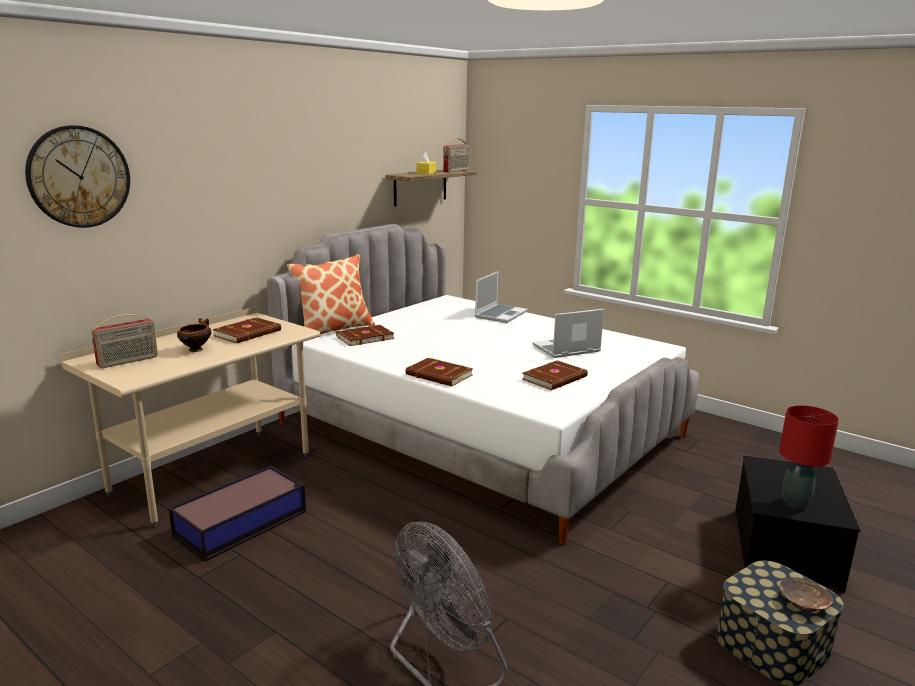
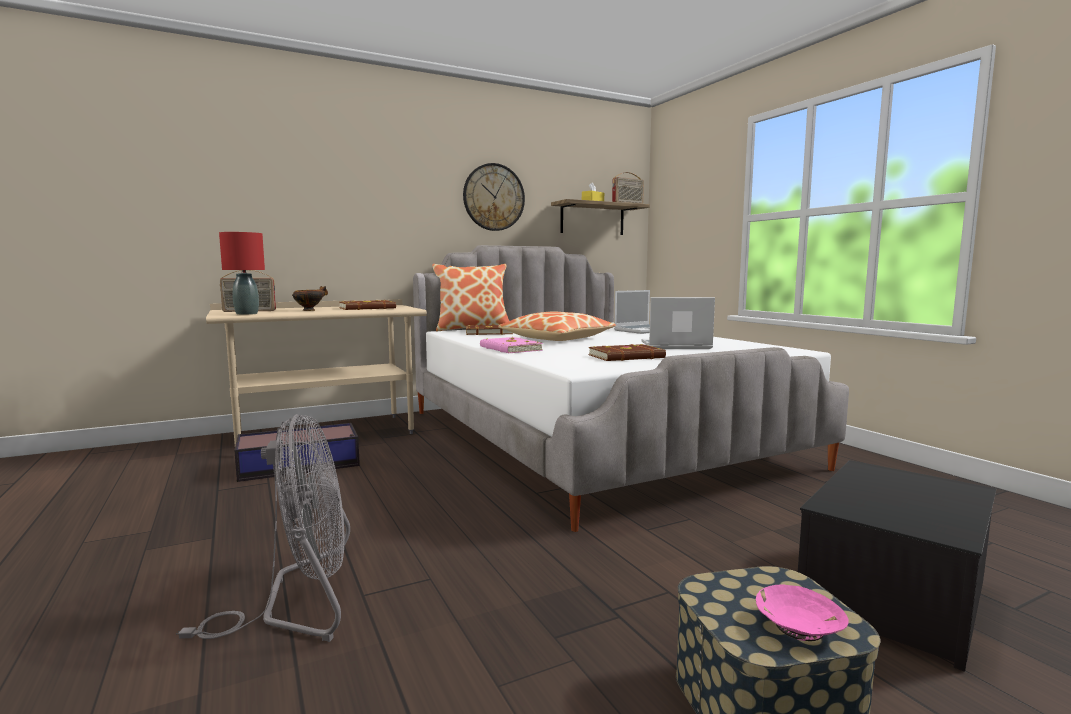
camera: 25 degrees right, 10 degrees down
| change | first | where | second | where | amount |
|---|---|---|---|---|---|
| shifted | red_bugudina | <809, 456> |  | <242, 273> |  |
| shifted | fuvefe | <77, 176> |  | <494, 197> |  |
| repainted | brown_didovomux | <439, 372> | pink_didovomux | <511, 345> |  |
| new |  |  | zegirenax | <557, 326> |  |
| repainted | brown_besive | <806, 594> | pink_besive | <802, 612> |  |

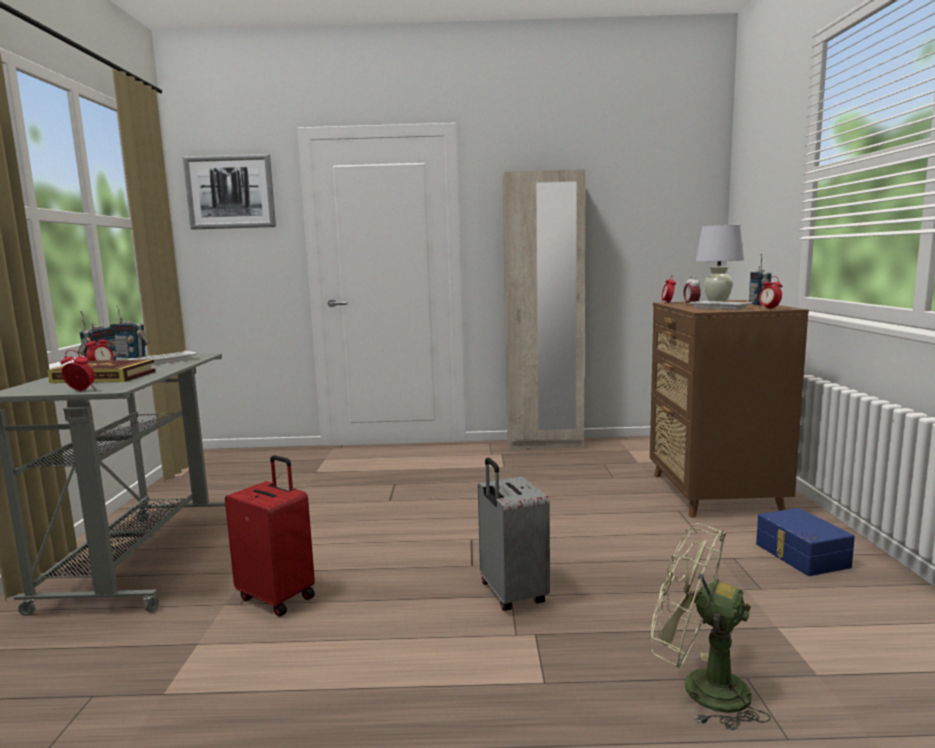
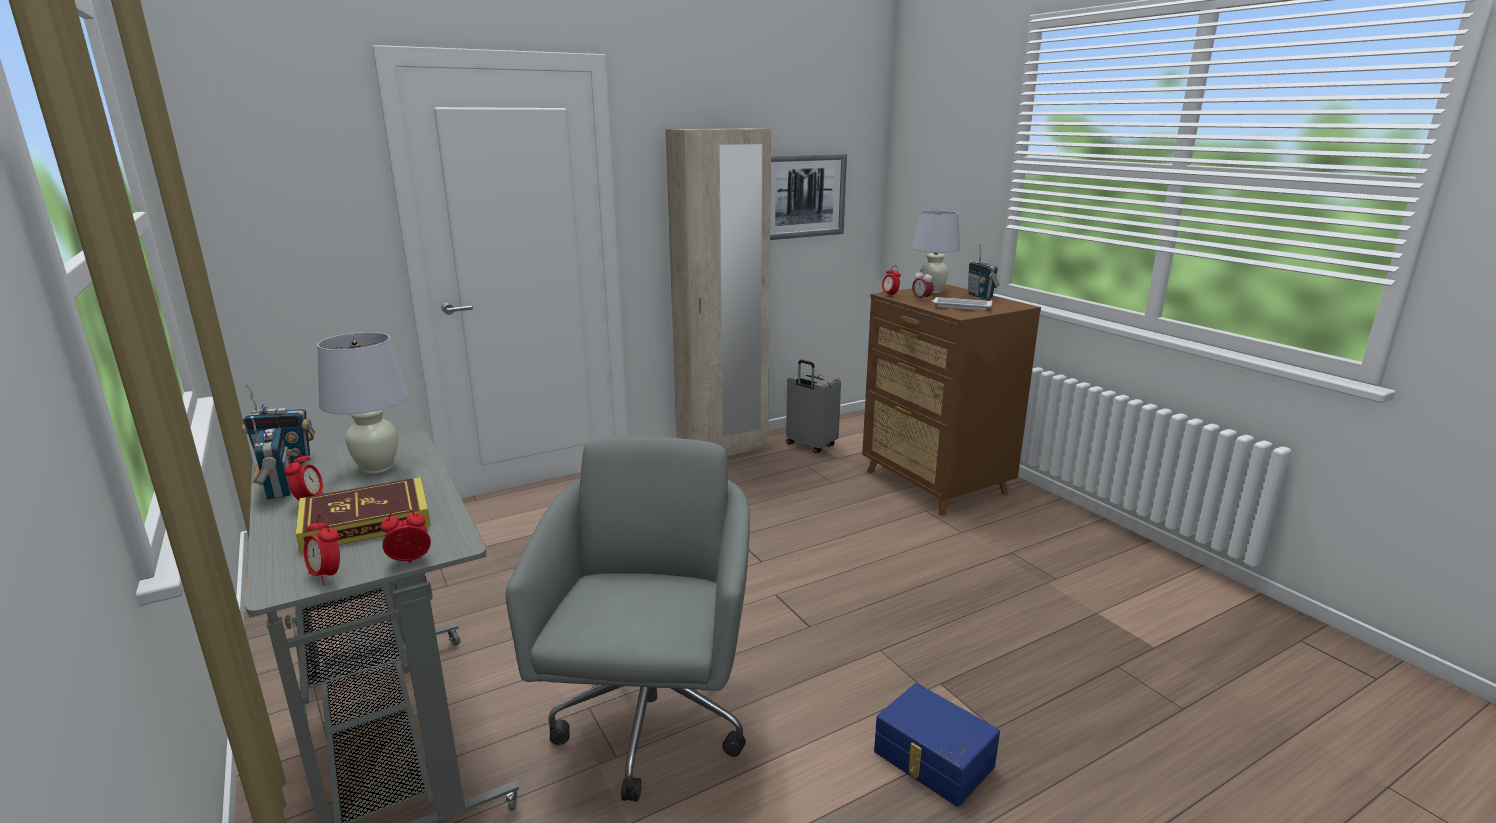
camera: 30 degrees left, 10 degrees up
| change | first | where | second | where | amount |
|---|---|---|---|---|---|
| shifted | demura | <771, 293> |  | <322, 549> |  |
| swapped | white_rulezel | <162, 358> | white_bugudina | <363, 403> |  |
| swapped | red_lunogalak | <270, 536> | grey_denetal | <628, 619> |  |
| shifted | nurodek | <229, 191> |  | <808, 197> |  |
| shifted | grey_lunogalak | <514, 534> |  | <813, 406> |  |
| shifted | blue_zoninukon | <805, 542> |  | <937, 745> |  |
| gone | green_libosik | <711, 626> |  |  |  |

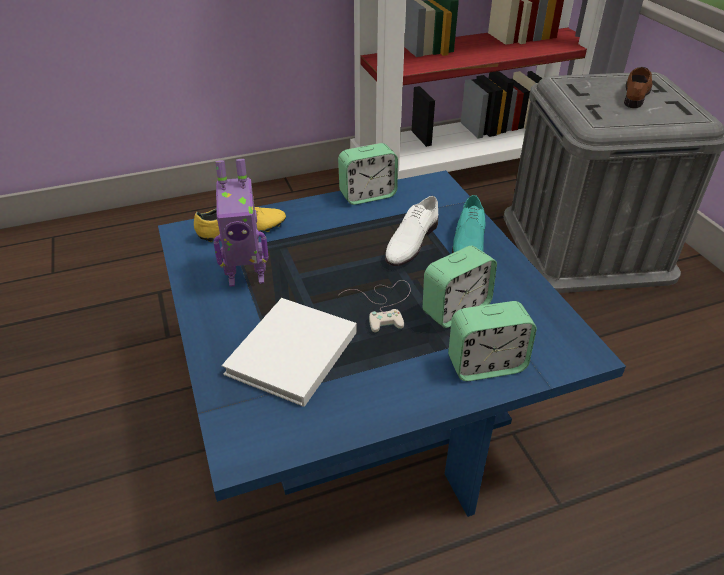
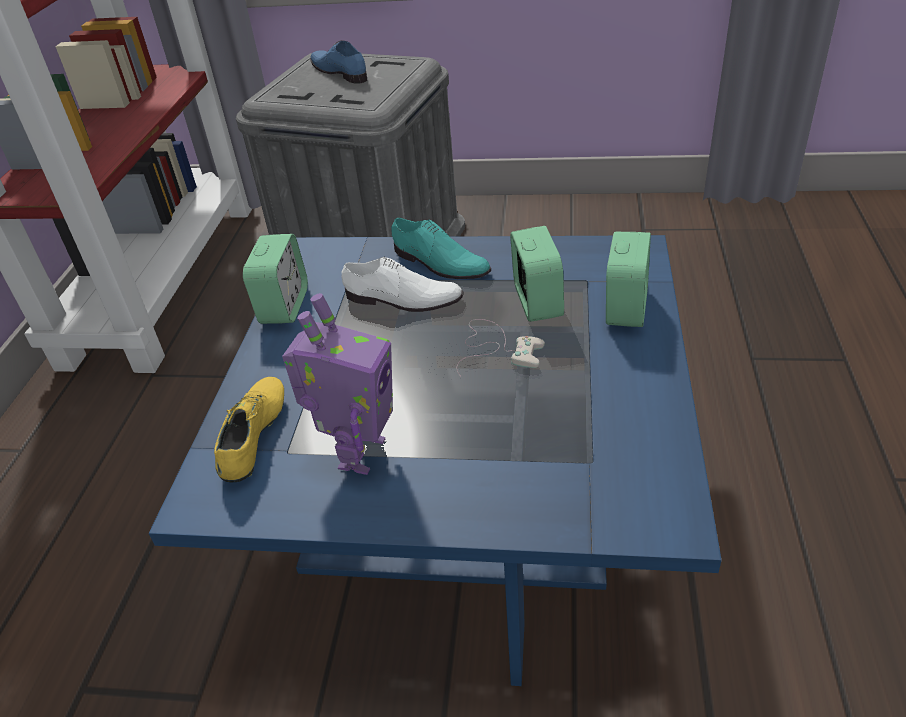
camera: 60 degrees left, 0 degrees up
| change | first | where | second | where | amount |
|---|---|---|---|---|---|
| repainted | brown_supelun | <638, 87> | blue_supelun | <338, 61> |  |
| rotated | white_supelun | <411, 231> |  | <403, 284> | 45 degrees counterclockwise |
| gone | white_didovomux | <289, 352> |  |  |  |

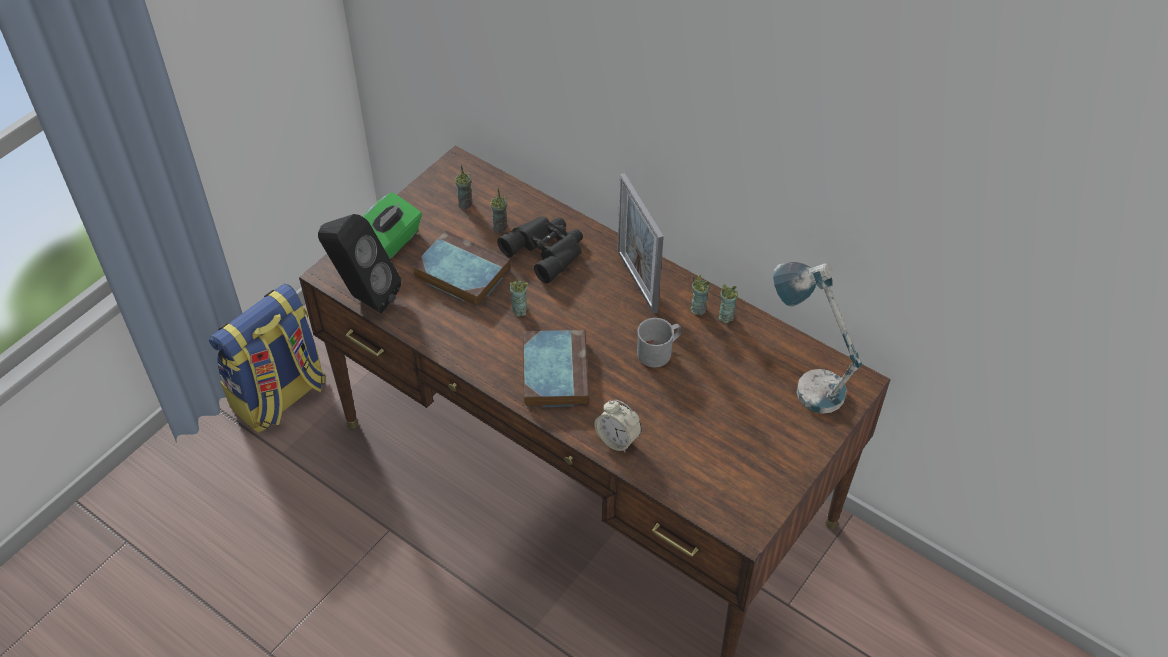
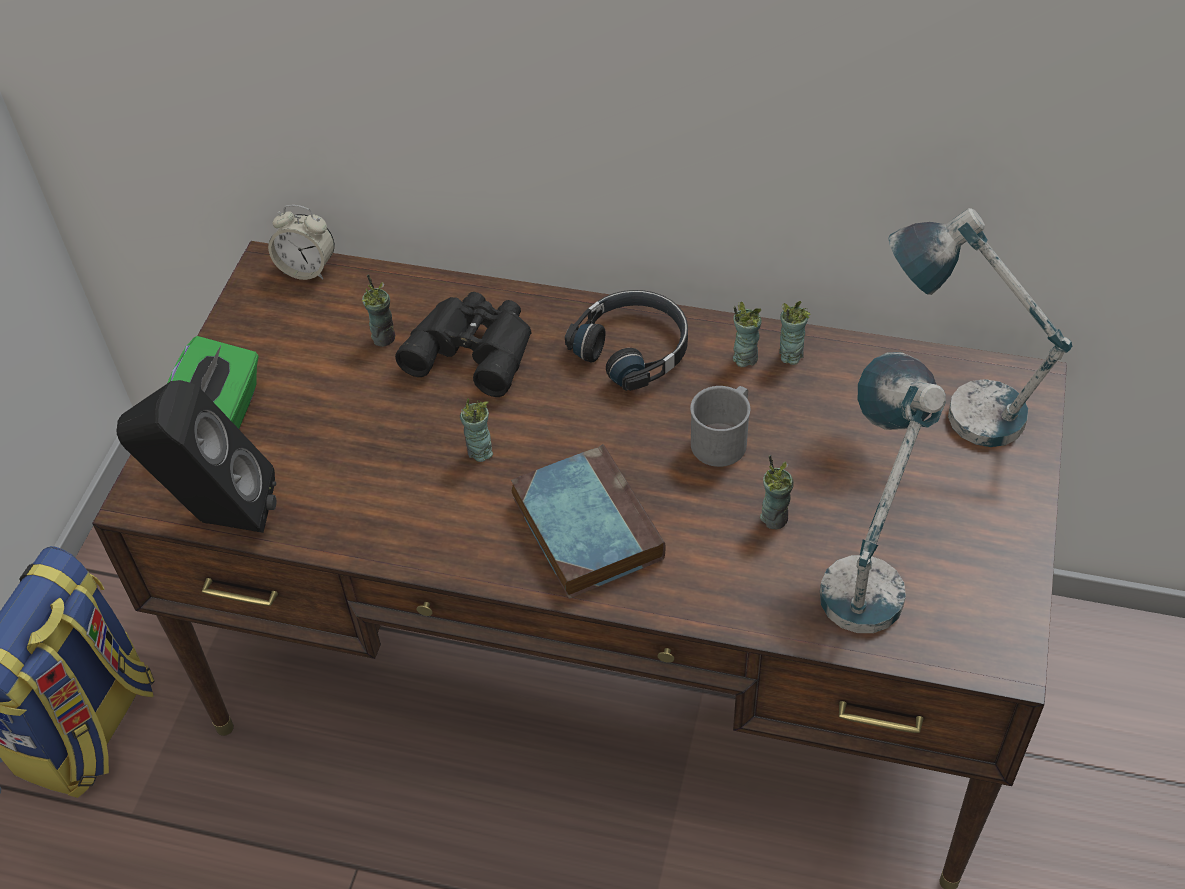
camera: 20 degrees left, 0 degrees up
| change | first | where | second | where | amount |
|---|---|---|---|---|---|
| shifted | demura | <618, 426> |  | <301, 242> |  |
| swapped | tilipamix | <640, 243> | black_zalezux | <626, 340> |  |
| shifted | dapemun | <463, 187> |  | <777, 492> |  |
| new |  |  | bugudina | <883, 492> |  |
| gone | didovomux | <461, 269> |  |  |  |

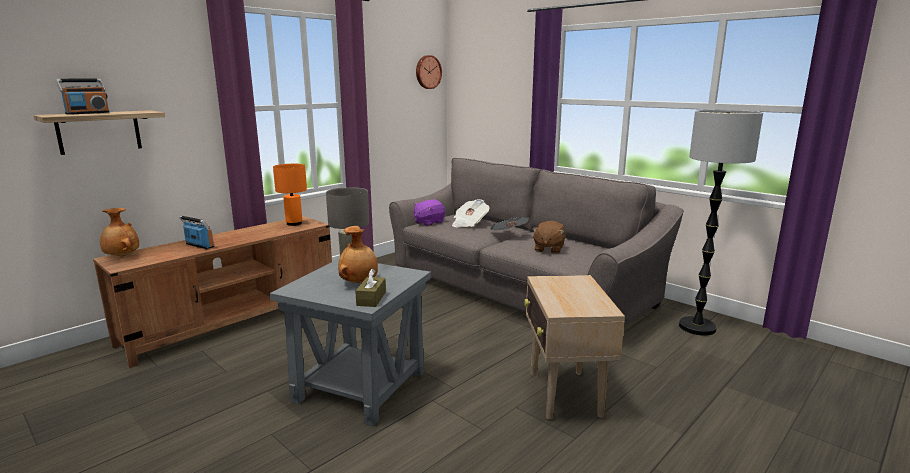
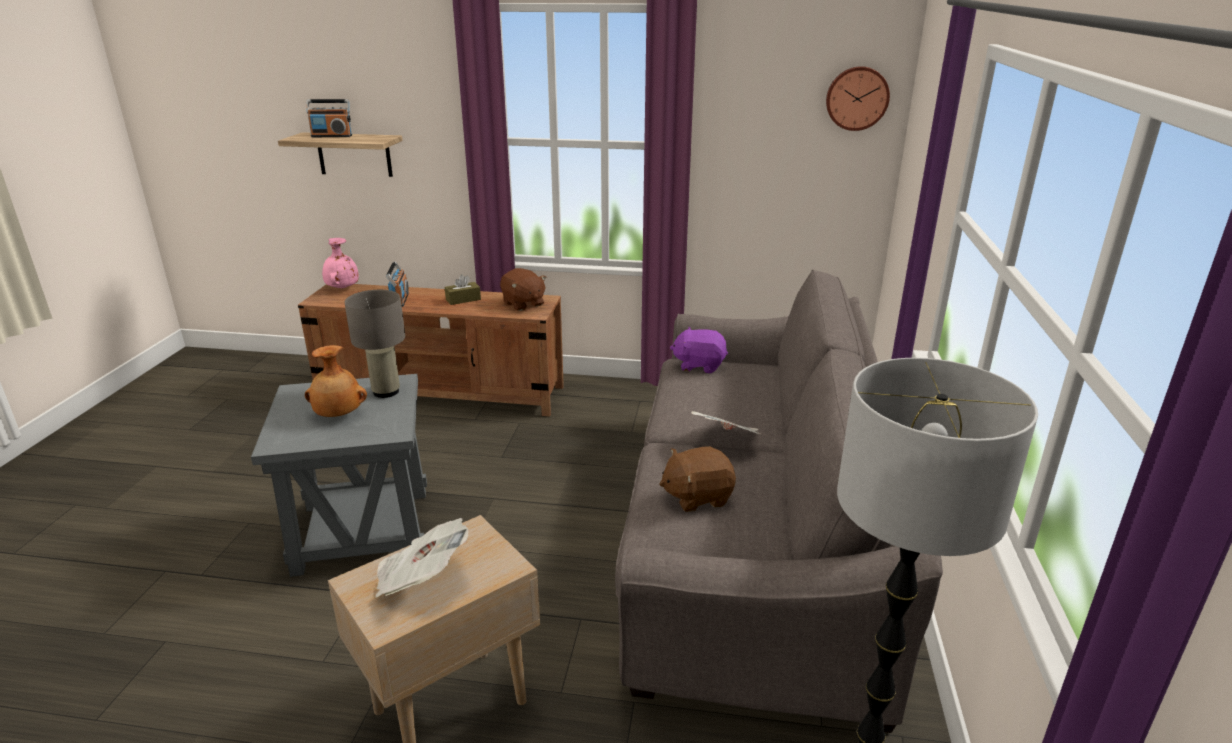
camera: 55 degrees right, 10 degrees up
| change | first | where | second | where | amount |
|---|---|---|---|---|---|
| repainted | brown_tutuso | <119, 232> | pink_tutuso | <340, 263> |  |
| shifted | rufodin | <471, 213> |  | <422, 558> |  |
| shifted | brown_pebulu | <370, 288> |  | <463, 289> |  |
| swapped | orange_bugudina | <290, 195> | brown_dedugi | <523, 289> |  |

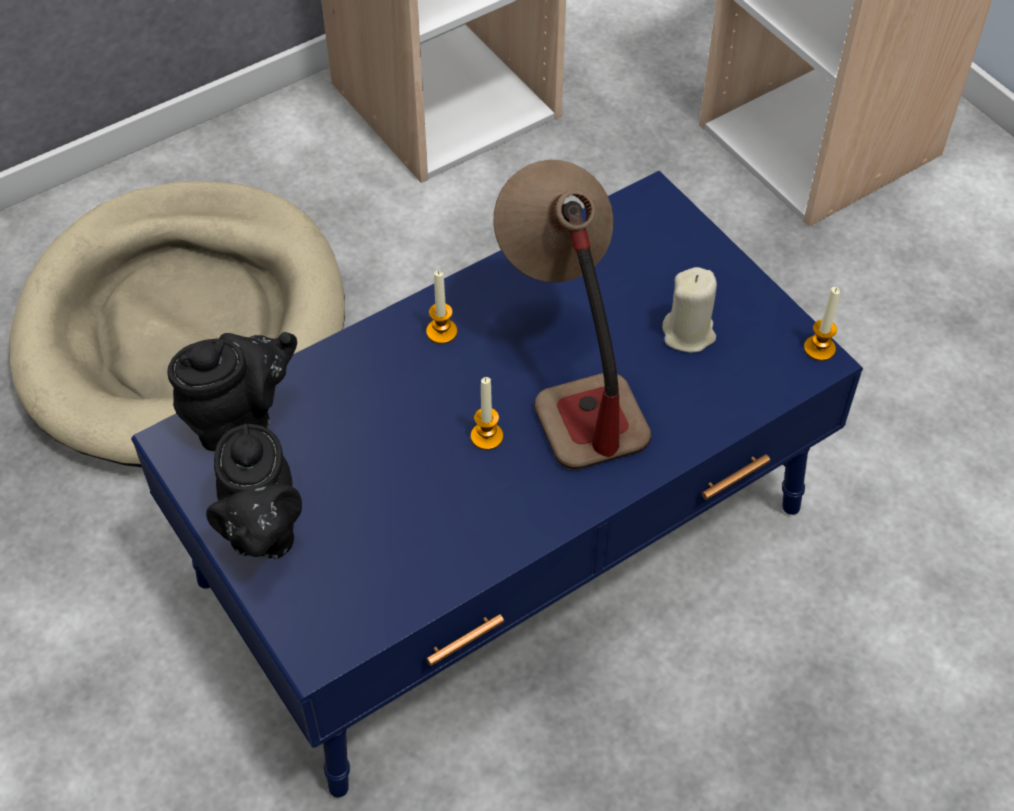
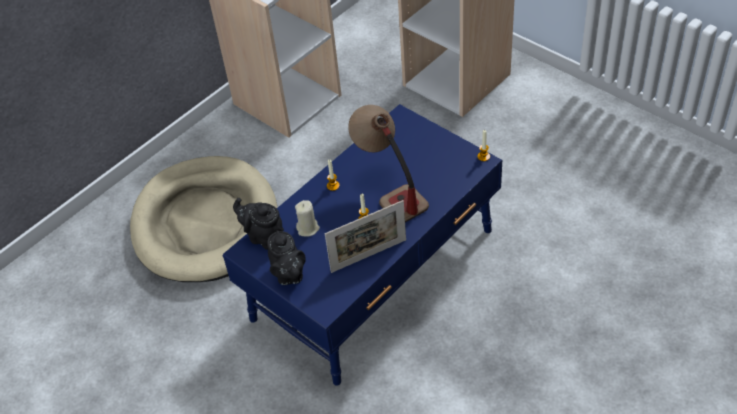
camera: 10 degrees left, 5 degrees down
| change | first | where | second | where | amount |
|---|---|---|---|---|---|
| rotated | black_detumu | <232, 391> |  | <258, 224> | 105 degrees counterclockwise |
| shifted | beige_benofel | <689, 310> |  | <307, 218> |  |
| new |  |  | tilipamix | <365, 236> |  |

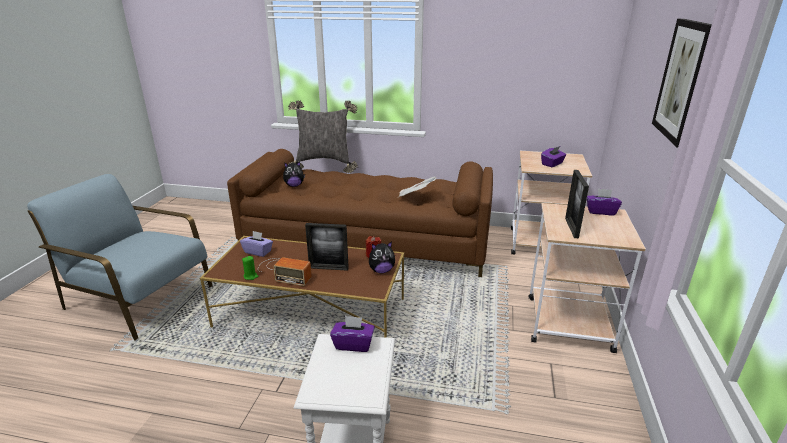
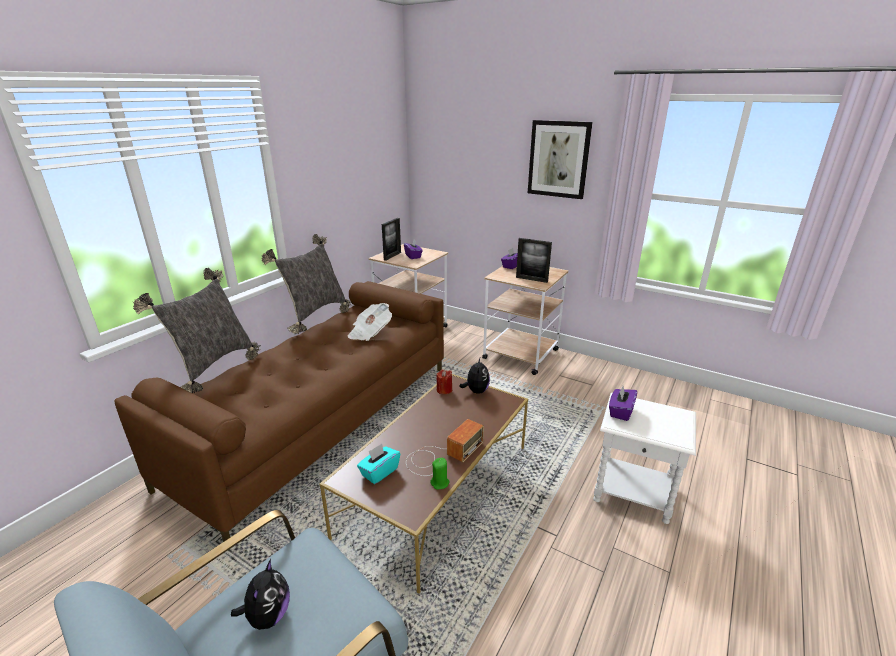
camera: 70 degrees left, 0 degrees up
| change | first | where | second | where | amount |
|---|---|---|---|---|---|
| shifted | dedugi | <294, 174> |  | <260, 594> |  |
| new |  |  | zegirenax | <307, 284> |  |
| repainted | purple_pebulu | <256, 244> | turquoise_pebulu | <378, 464> |  |
| shifted | tilipamix | <327, 247> |  | <391, 239> |  |

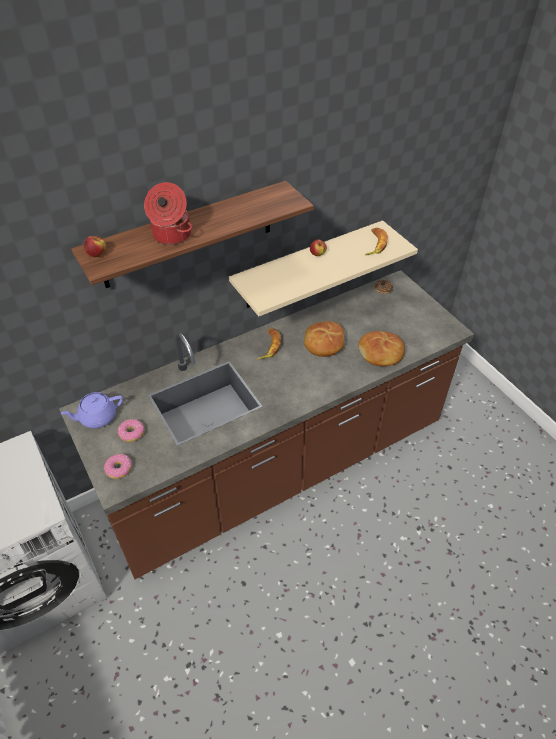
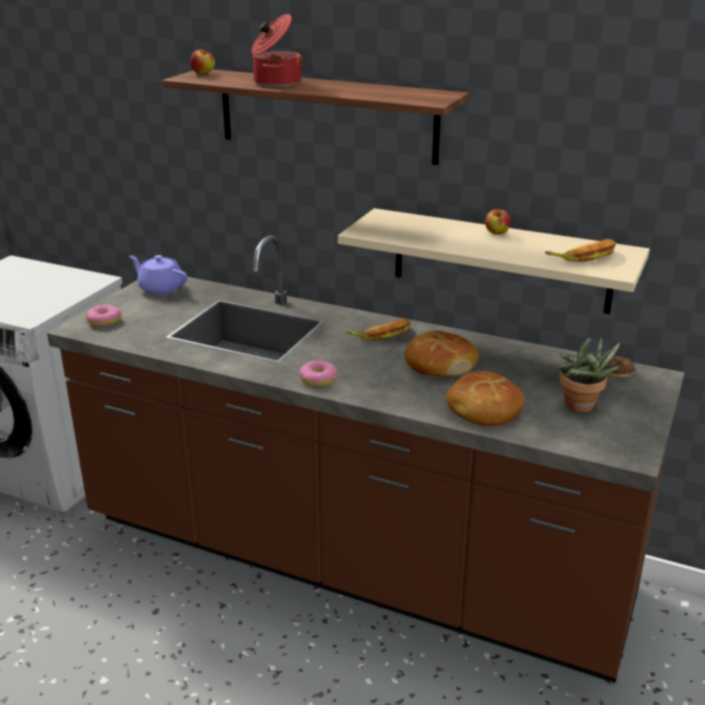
camera: 55 degrees right, 20 degrees down
| change | first | where | second | where | amount |
|---|---|---|---|---|---|
| shifted | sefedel | <131, 430> |  | <318, 373> |  |
| new |  |  | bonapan | <588, 375> |  |

